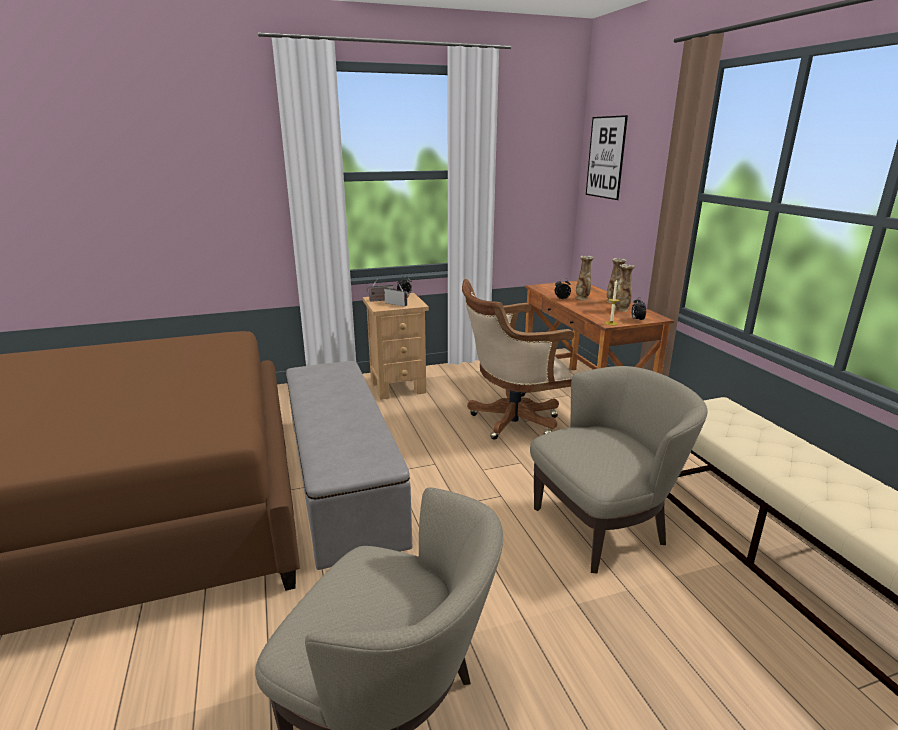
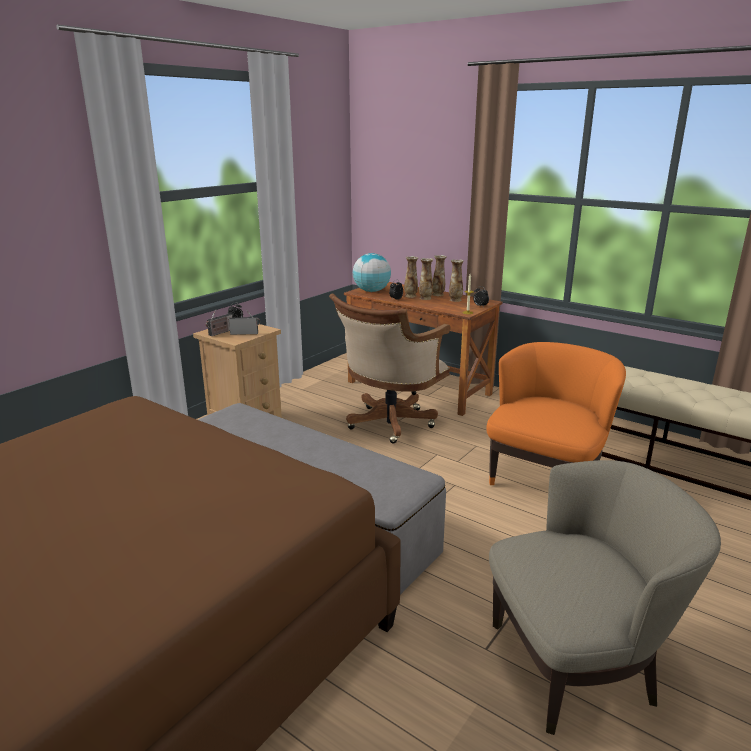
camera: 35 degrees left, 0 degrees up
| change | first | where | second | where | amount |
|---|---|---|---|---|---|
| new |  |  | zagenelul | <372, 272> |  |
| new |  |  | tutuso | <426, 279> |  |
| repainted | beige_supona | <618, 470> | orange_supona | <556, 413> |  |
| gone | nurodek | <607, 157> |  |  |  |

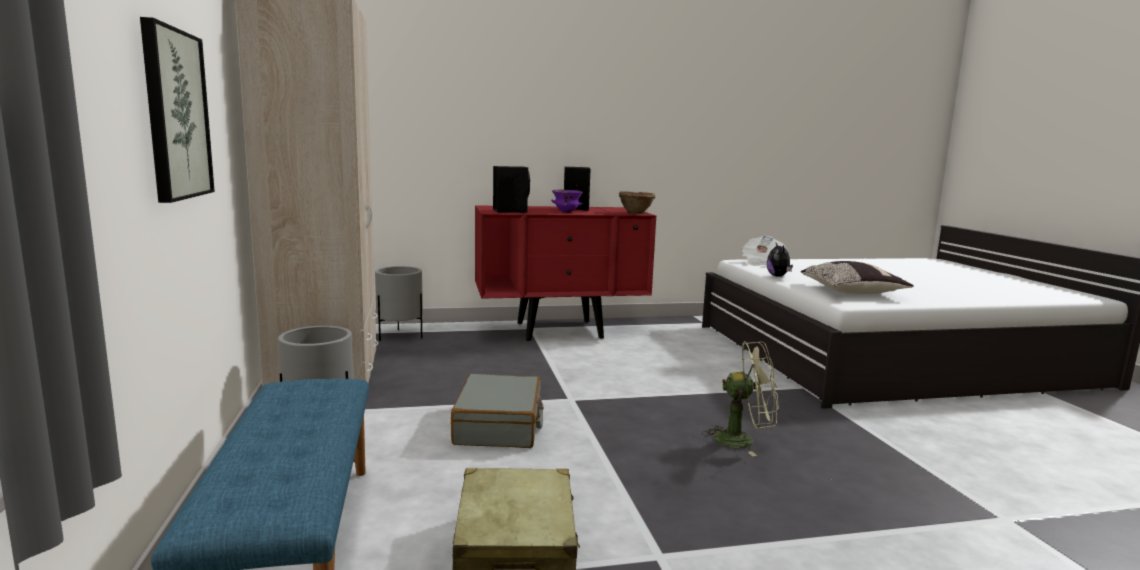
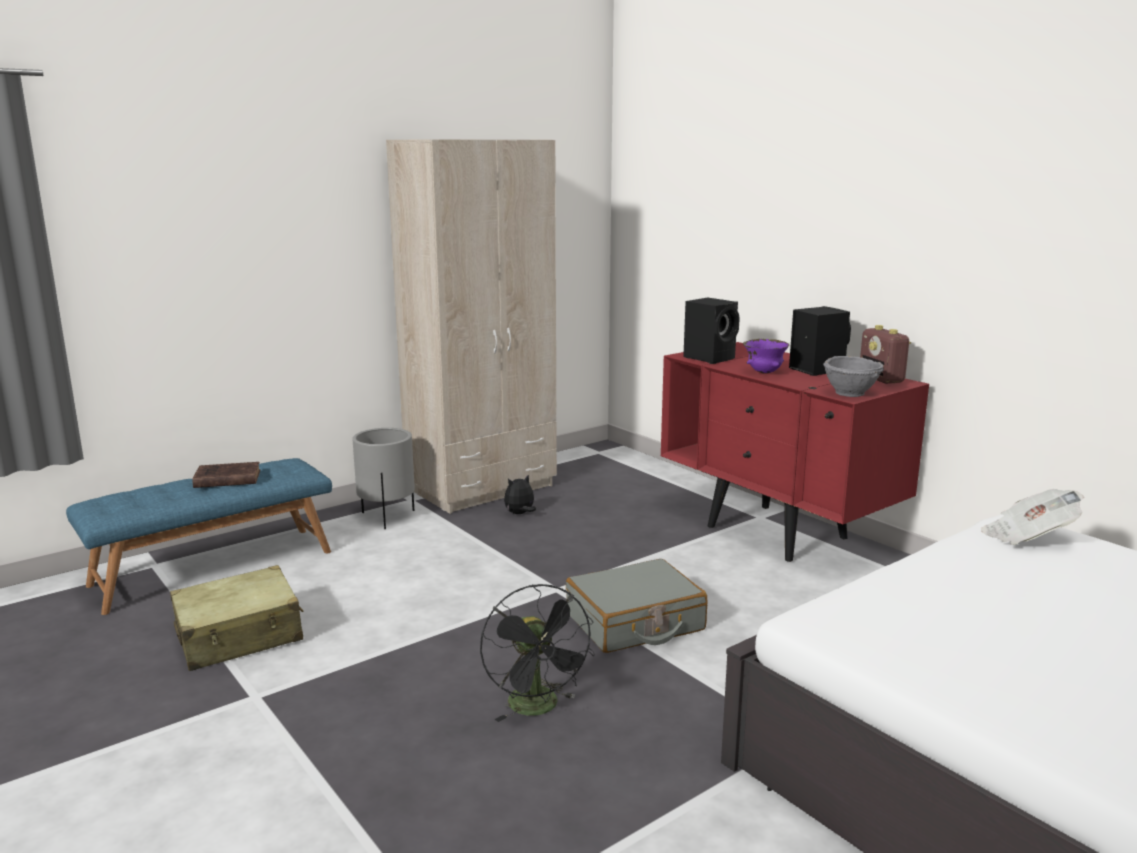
camera: 65 degrees right, 5 degrees up
| change | first | where | second | where | amount |
|---|---|---|---|---|---|
| new |  |  | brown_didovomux | <226, 475> |  |
| repainted | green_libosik | <739, 398> | black_libosik | <537, 653> |  |
| shifted | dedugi | <780, 260> |  | <520, 494> |  |
| shifted | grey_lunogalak | <497, 411> |  | <636, 606> |  |
| repainted | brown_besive | <637, 202> | grey_besive | <853, 376> |  |
| new |  |  | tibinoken | <885, 354> |  |
| gone | nurodek | <177, 110> |  |  |  |
| gone | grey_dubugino | <399, 303> |  |  |  |
| gone | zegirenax | <857, 277> |  |  |  |

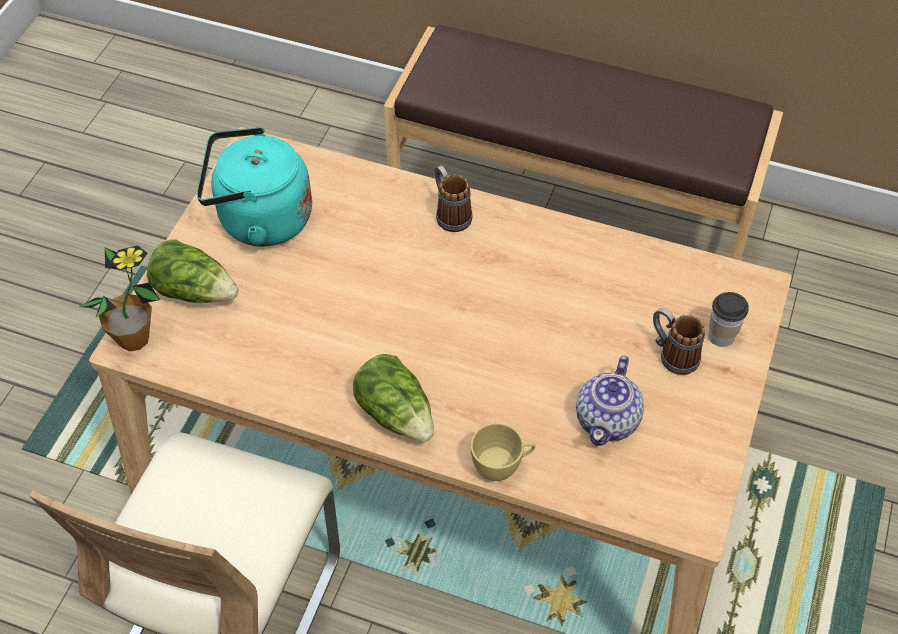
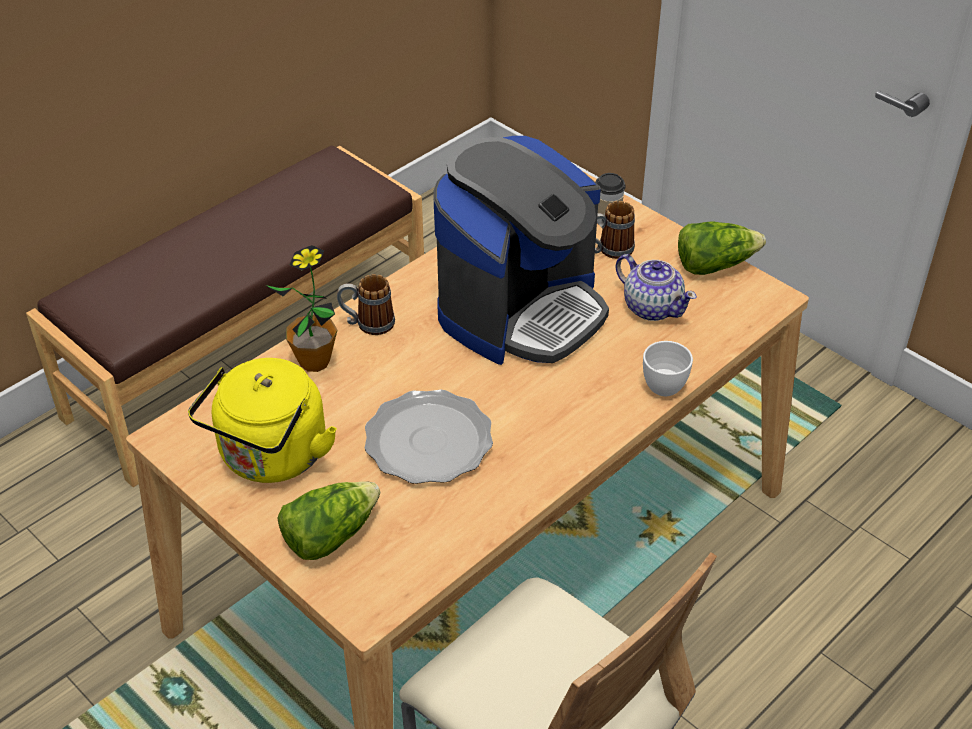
camera: 65 degrees left, 10 degrees down
| change | first | where | second | where | amount |
|---|---|---|---|---|---|
| repainted | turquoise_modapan | <254, 187> | yellow_modapan | <262, 420> |  |
| shifted | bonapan | <119, 298> |  | <301, 308> |  |
| new |  |  | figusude | <429, 436> |  |
| new |  |  | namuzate | <521, 250> |  |
| repainted | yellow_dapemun | <503, 452> | white_dapemun | <668, 368> |  |
| shifted | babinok | <393, 398> |  | <722, 248> |  |

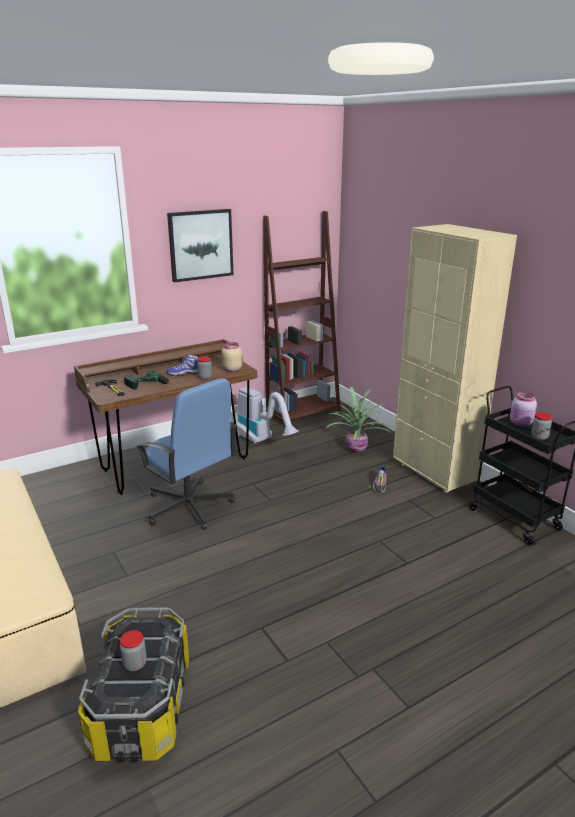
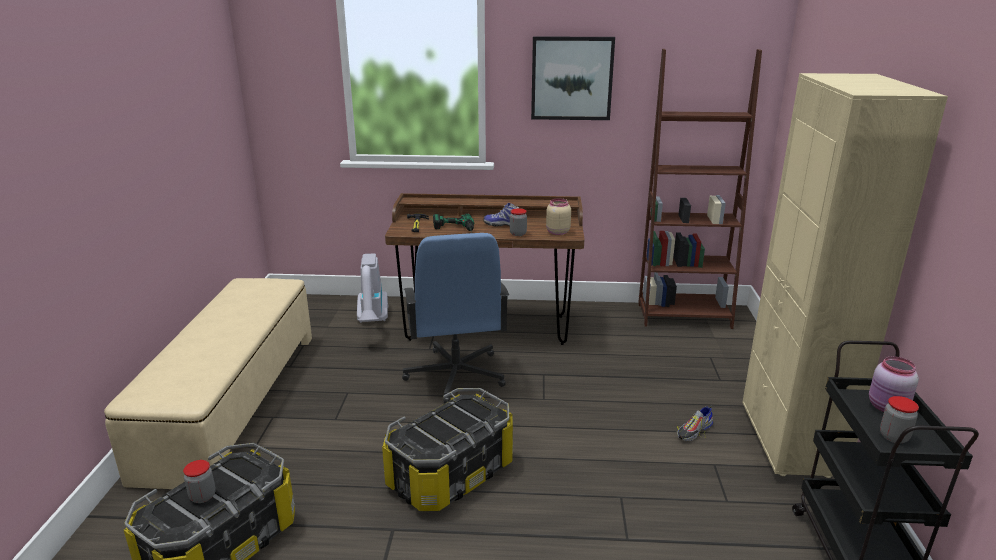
camera: 35 degrees right, 0 degrees up
| change | first | where | second | where | amount |
|---|---|---|---|---|---|
| shifted | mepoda | <267, 415> |  | <372, 288> |  |
| new |  |  | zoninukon | <447, 449> |  |
| gone | bonapan | <357, 420> |  |  |  |

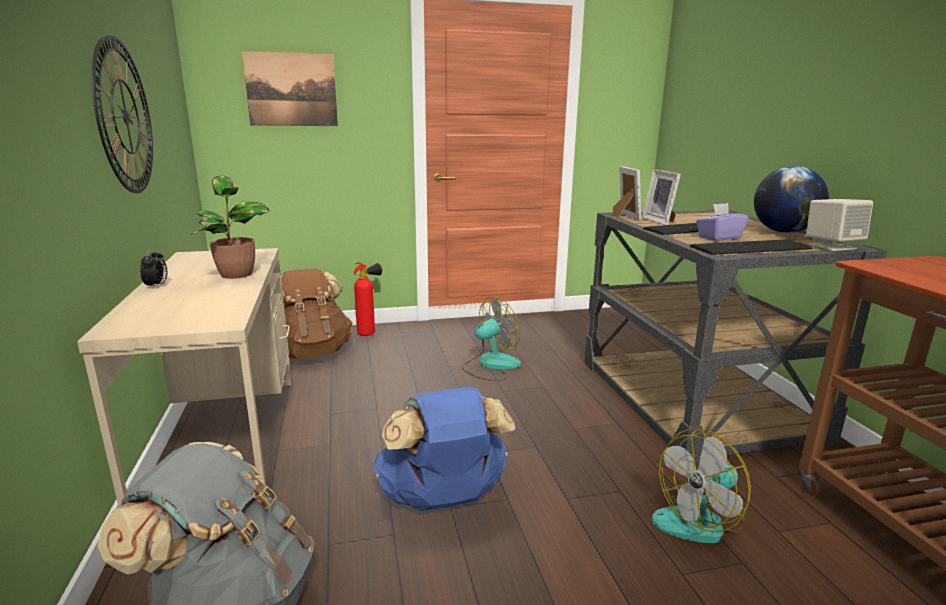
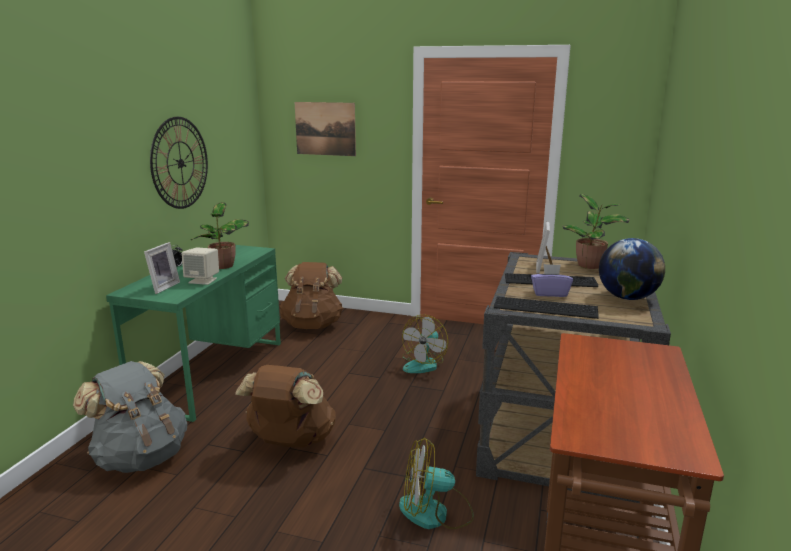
camera: 30 degrees right, 0 degrees up
| change | first | where | second | where | amount |
|---|---|---|---|---|---|
| repainted | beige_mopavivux | <184, 377> | green_mopavivux | <193, 333> |  |
| shifted | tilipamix | <627, 193> |  | <162, 268> |  |
| shifted | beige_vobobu | <839, 225> |  | <200, 266> |  |
| repainted | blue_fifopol | <444, 449> | brown_fifopol | <285, 406> |  |
| rotated | libosik | <491, 339> |  | <425, 344> | 120 degrees clockwise |
| new |  |  | bonapan | <596, 231> |  |
| gone | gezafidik | <368, 299> |  |  |  |

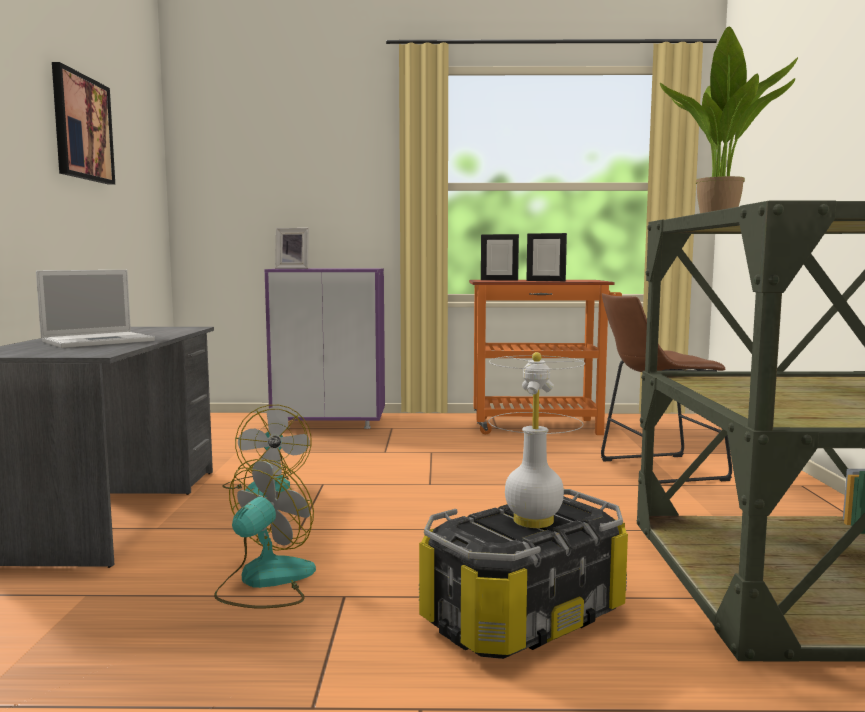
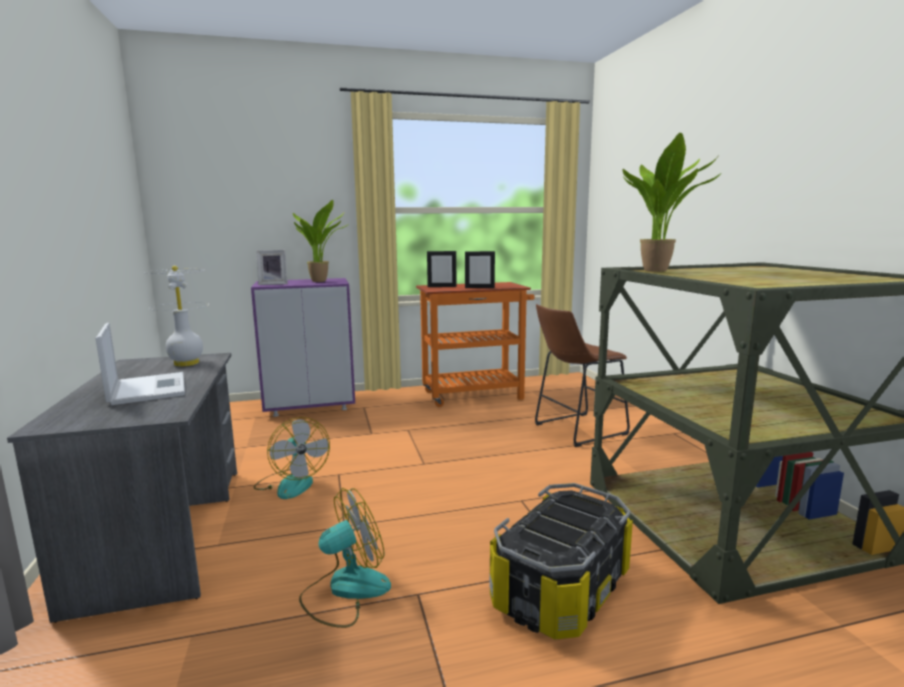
camera: 15 degrees left, 5 degrees up
| change | first | where | second | where | amount |
|---|---|---|---|---|---|
| rotated | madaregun | <95, 309> |  | <140, 364> | 60 degrees counterclockwise |
| shifted | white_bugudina | <537, 440> |  | <176, 316> |  |
| new |  |  | bonapan | <321, 241> |  |
| rotated | libosik | <265, 534> |  | <345, 558> | 45 degrees clockwise |
| gone | nurodek | <83, 123> |  |  |  |

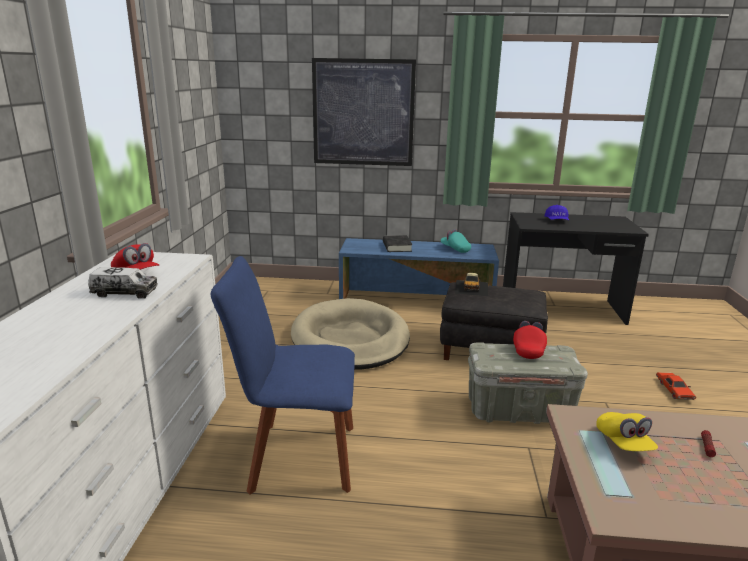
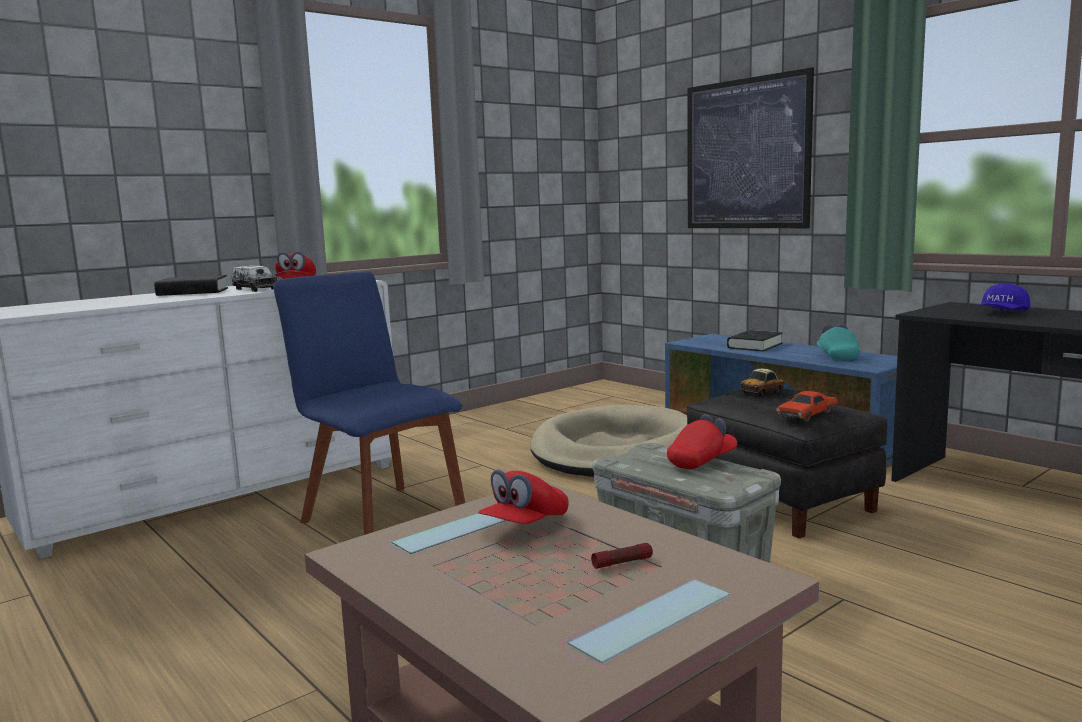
camera: 45 degrees right, 10 degrees down
| change | first | where | second | where | amount |
|---|---|---|---|---|---|
| new |  |  | black_didovomux | <191, 285> |  |
| repainted | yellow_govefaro | <627, 431> | red_govefaro | <523, 497> |  |
| shifted | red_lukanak | <676, 386> |  | <807, 406> |  |

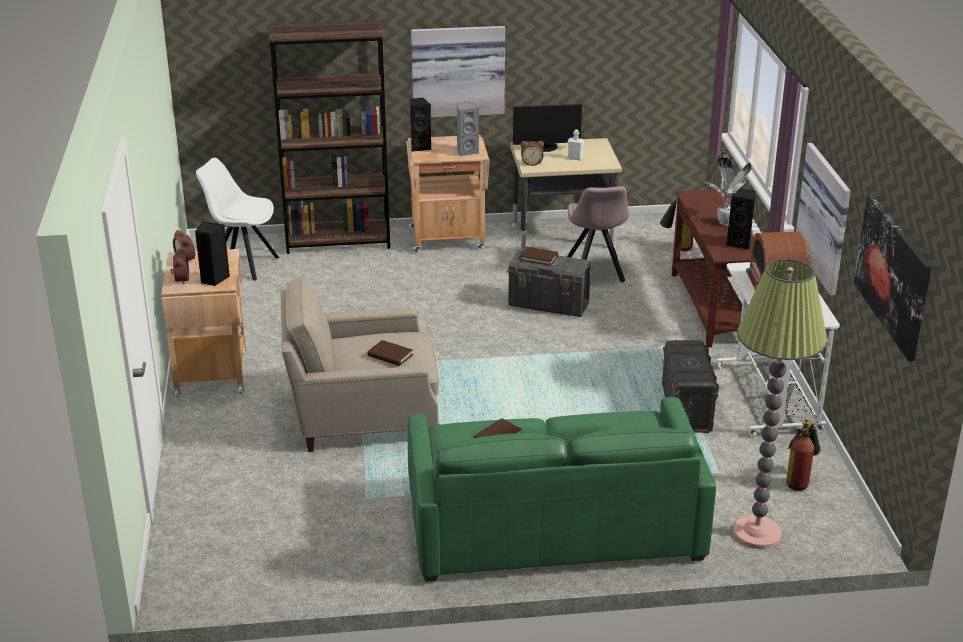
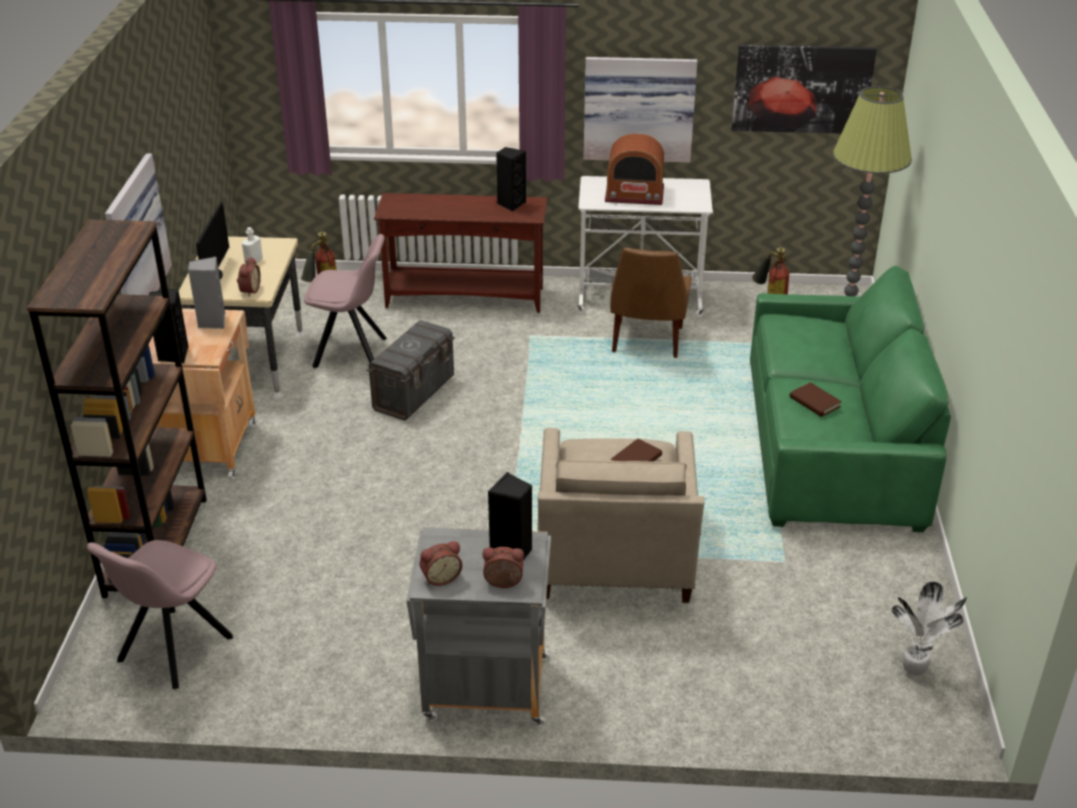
camera: 80 degrees left, 5 degrees up
| change | first | where | second | where | amount |
|---|---|---|---|---|---|
| repainted | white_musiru | <237, 219> | pink_musiru | <160, 614> |  |
| repainted | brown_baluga | <203, 323> | grey_baluga | <478, 626> |  |
| swapped | grey_zoninukon | <690, 386> | brown_musiru | <651, 303> |  |
| shifted | bonapan | <727, 188> |  | <929, 629> |  |
| gone | brown_didovomux | <539, 256> |  |  |  |

